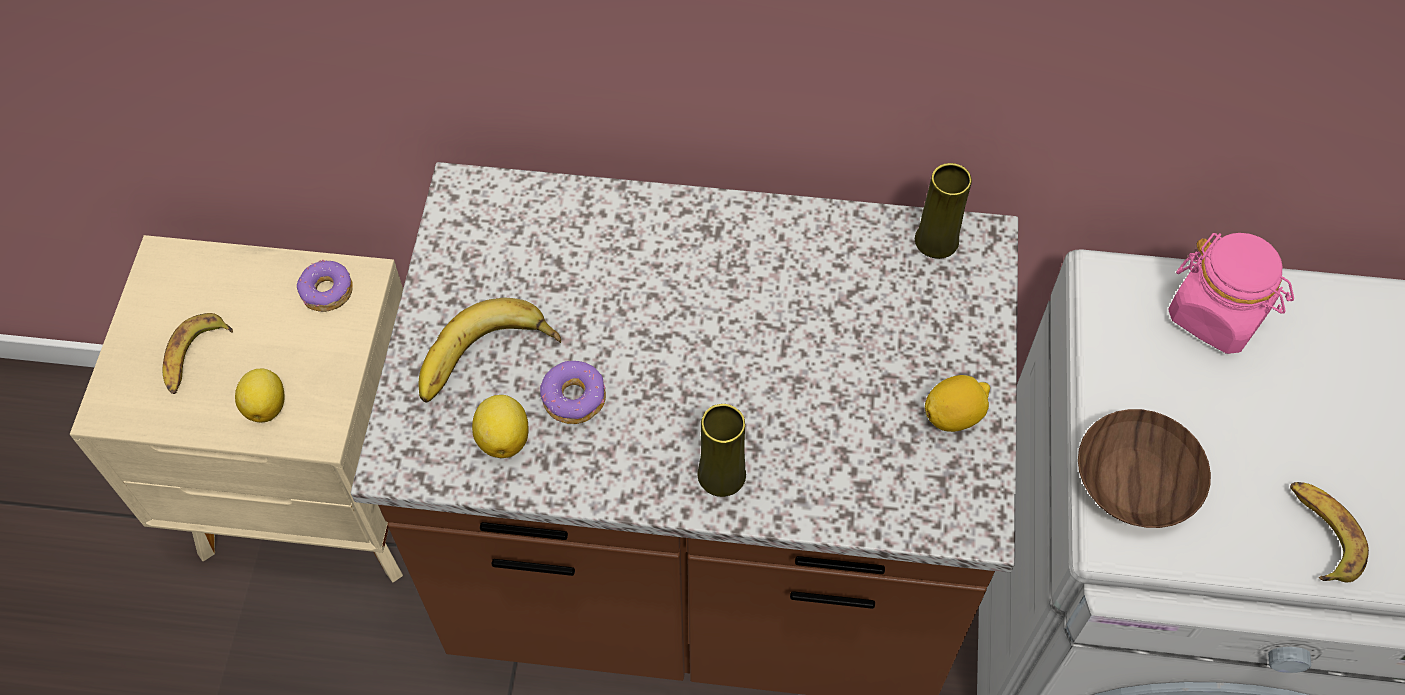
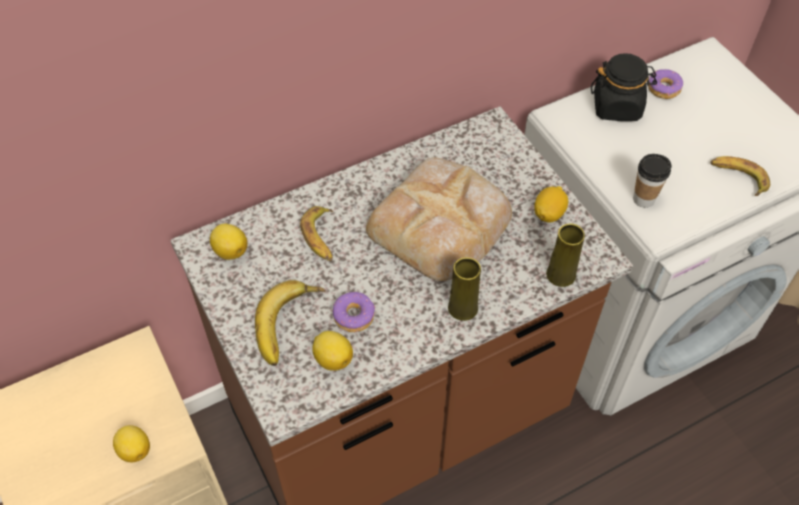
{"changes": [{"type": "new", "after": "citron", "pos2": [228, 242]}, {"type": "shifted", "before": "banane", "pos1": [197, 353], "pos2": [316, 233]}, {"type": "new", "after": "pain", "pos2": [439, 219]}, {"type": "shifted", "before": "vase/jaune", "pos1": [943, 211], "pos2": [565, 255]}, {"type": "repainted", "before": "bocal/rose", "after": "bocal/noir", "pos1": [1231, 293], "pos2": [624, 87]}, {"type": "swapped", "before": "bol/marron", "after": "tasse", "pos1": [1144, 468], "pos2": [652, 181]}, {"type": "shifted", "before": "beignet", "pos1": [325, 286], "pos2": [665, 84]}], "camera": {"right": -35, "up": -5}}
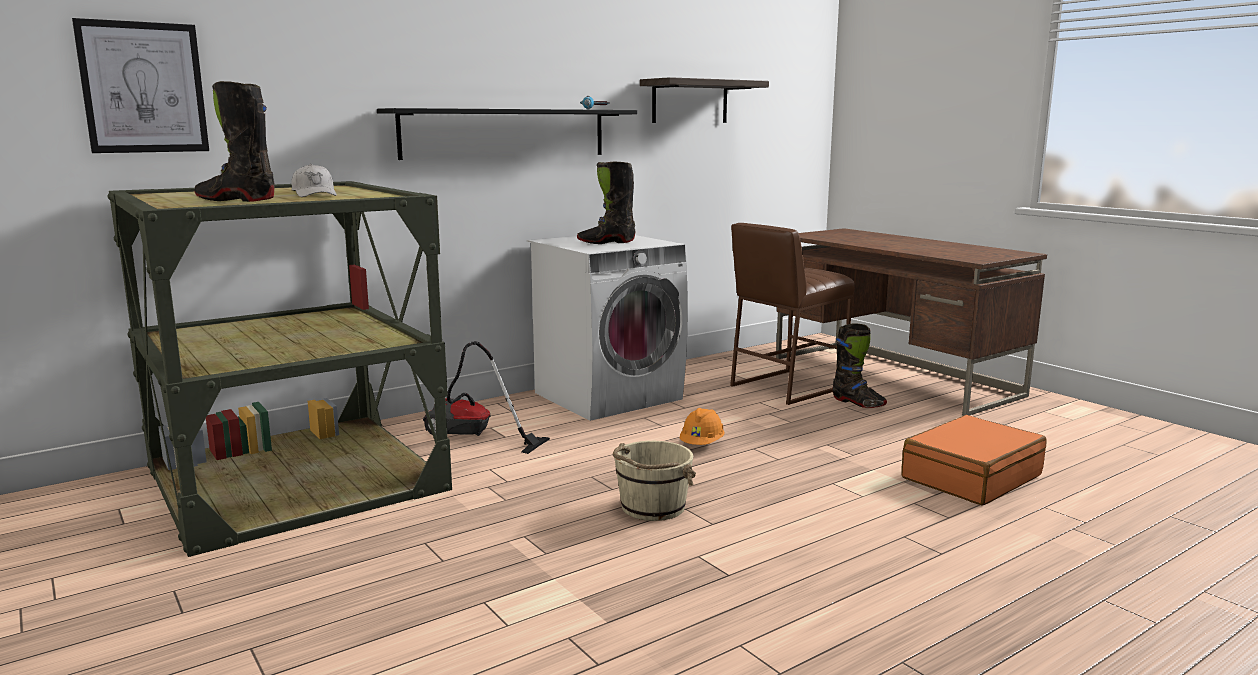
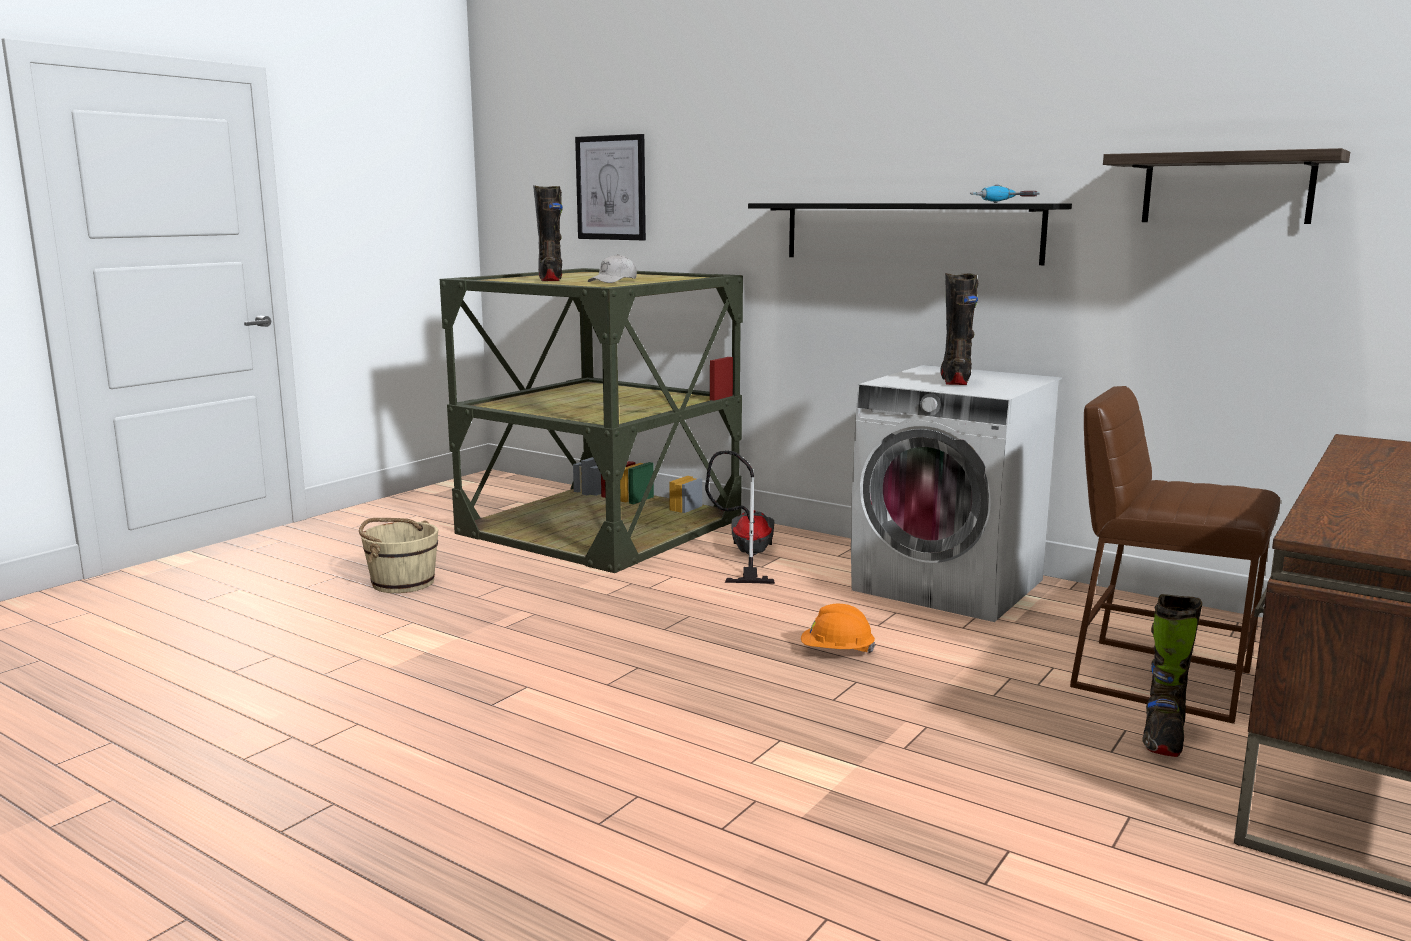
{"changes": [{"type": "shifted", "before": "seau/beige", "pos1": [654, 481], "pos2": [398, 555]}, {"type": "rotated", "before": "botte/noir", "pos1": [606, 203], "pos2": [959, 329], "turn": 45}, {"type": "gone", "before": "valise/orange", "pos1": [974, 460]}], "camera": {"right": 70, "up": 0}}
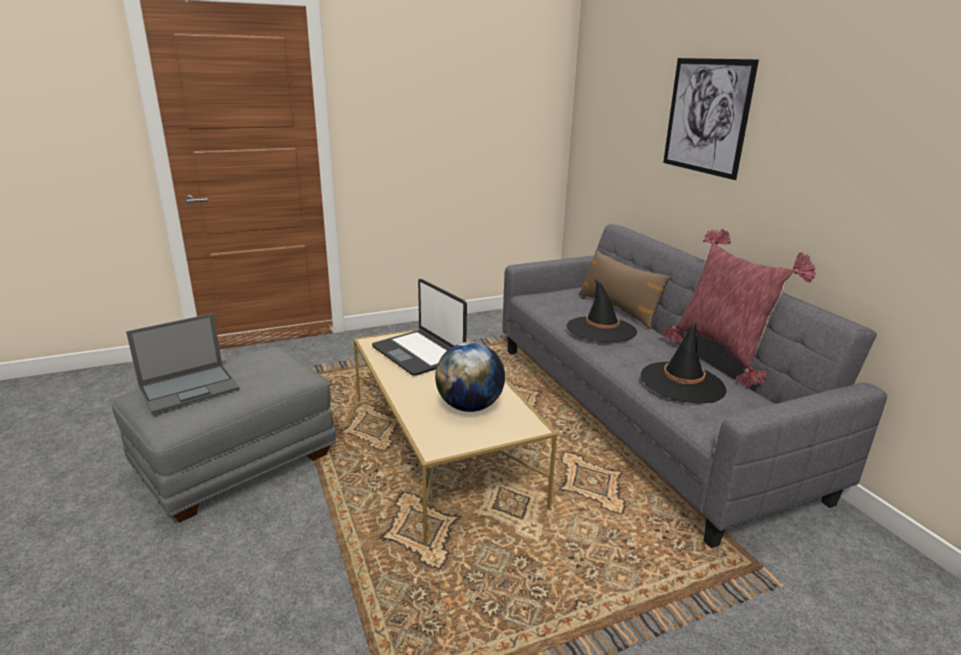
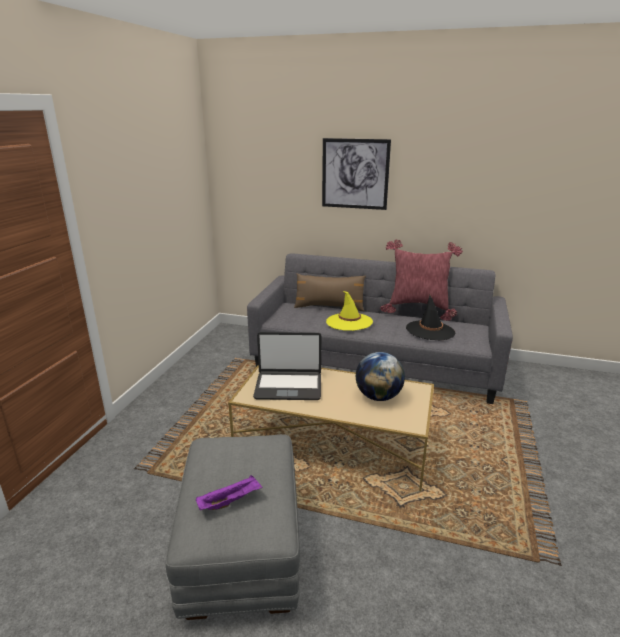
{"changes": [{"type": "swapped", "before": "ordinateur portable", "after": "plateau/violet", "pos1": [183, 363], "pos2": [229, 492]}, {"type": "repainted", "before": "chapeau/noir", "after": "chapeau/jaune", "pos1": [601, 310], "pos2": [349, 311]}], "camera": {"right": -50, "up": 0}}
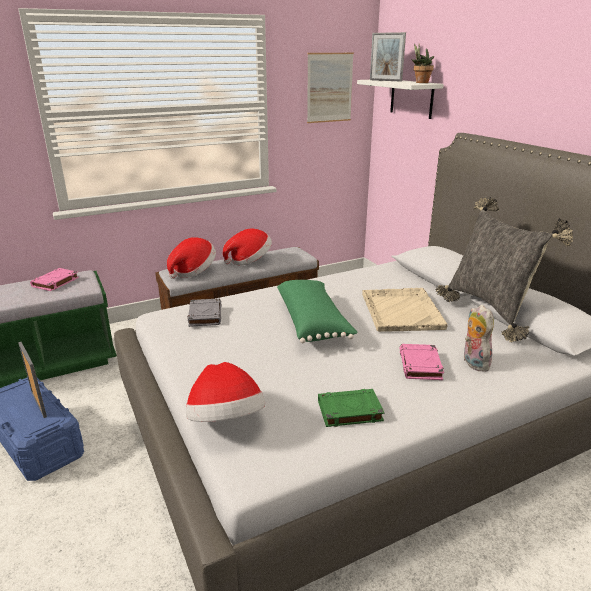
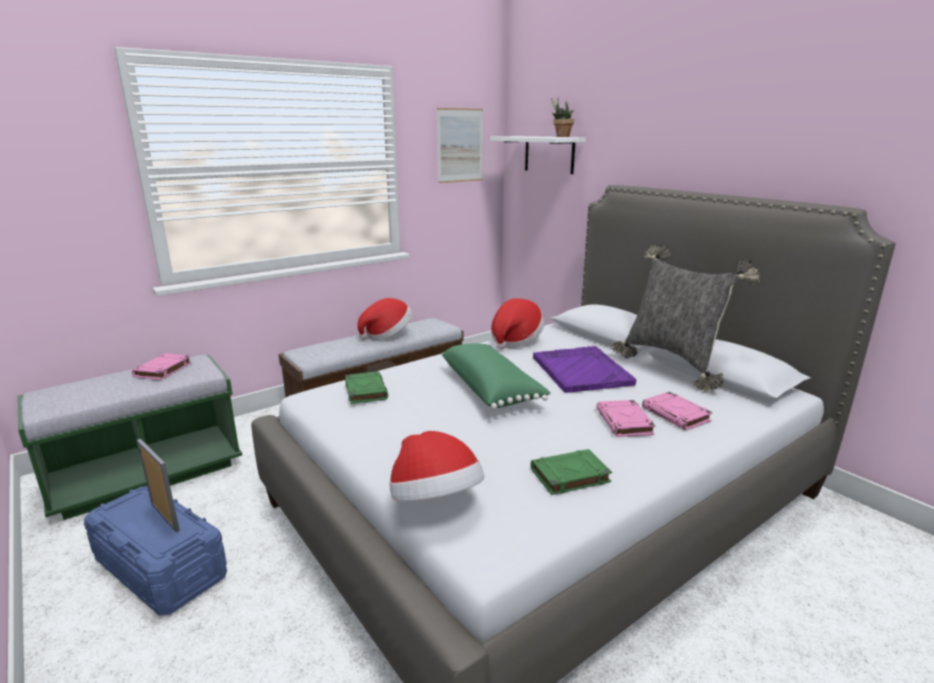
{"changes": [{"type": "repainted", "before": "livre/gris", "after": "livre/vert", "pos1": [205, 313], "pos2": [366, 387]}, {"type": "shifted", "before": "chapeau", "pos1": [191, 258], "pos2": [518, 323]}, {"type": "repainted", "before": "plateau/beige", "after": "plateau/violet", "pos1": [405, 310], "pos2": [584, 369]}, {"type": "swapped", "before": "peluche", "after": "livre/rose", "pos1": [479, 338], "pos2": [677, 411]}, {"type": "gone", "before": "cadre photo", "pos1": [388, 57]}], "camera": {"right": -10, "up": -5}}
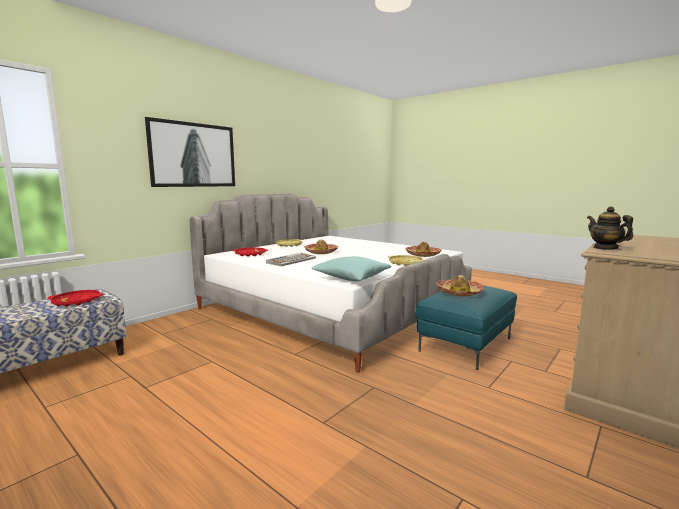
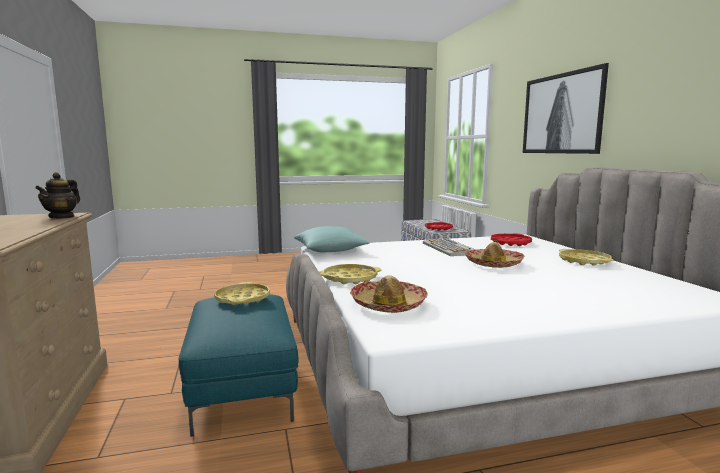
{"changes": [{"type": "rotated", "before": "théière", "pos1": [610, 228], "pos2": [57, 195], "turn": 90}, {"type": "swapped", "before": "chapeau", "after": "plateau/jaune", "pos1": [460, 286], "pos2": [242, 293]}], "camera": {"right": 125, "up": 0}}
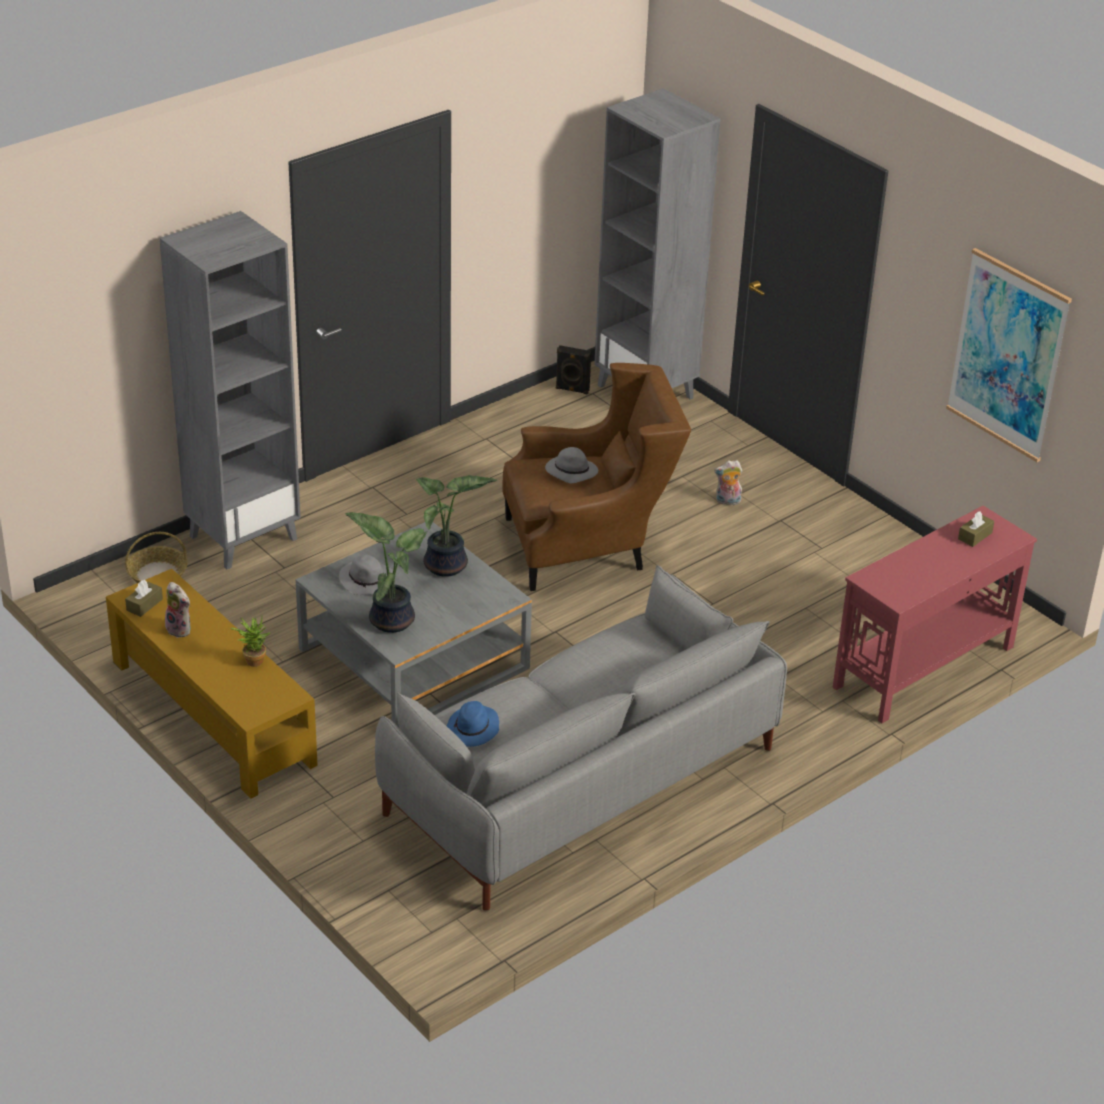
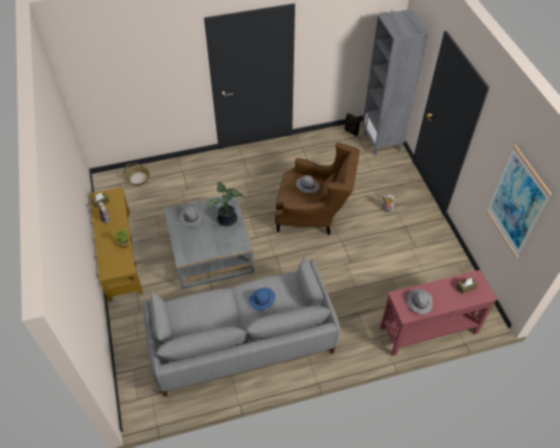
{"changes": [{"type": "shifted", "before": "chapeau/bleu", "pos1": [473, 724], "pos2": [262, 299]}, {"type": "new", "after": "chapeau/gris", "pos2": [420, 301]}, {"type": "gone", "before": "bibliothèque/gris", "pos1": [230, 390]}, {"type": "gone", "before": "plante en pot", "pos1": [386, 572]}], "camera": {"right": 25, "up": 15}}
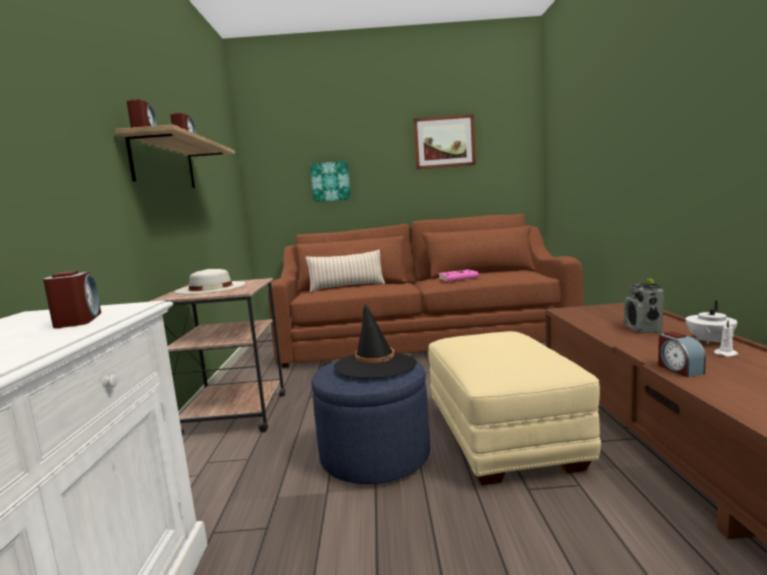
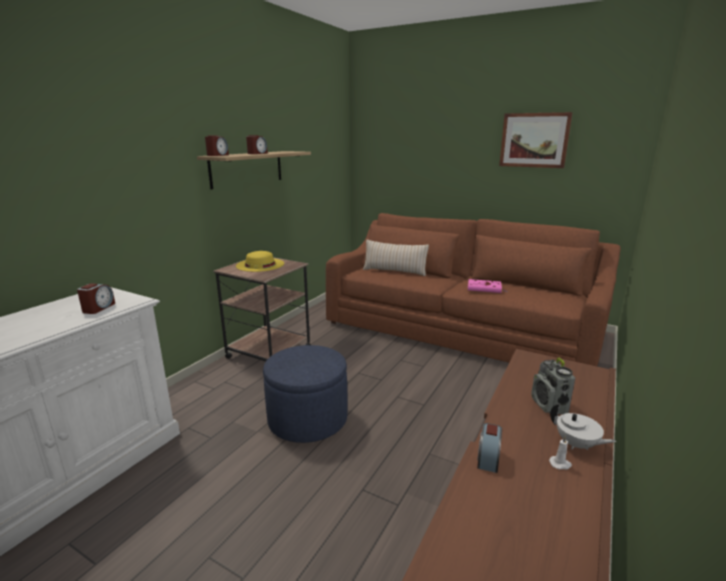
{"changes": [{"type": "repainted", "before": "chapeau/blanc", "after": "chapeau/jaune", "pos1": [210, 281], "pos2": [260, 261]}, {"type": "rotated", "before": "radio", "pos1": [644, 305], "pos2": [553, 385], "turn": -45}, {"type": "rotated", "before": "théière/blanc", "pos1": [711, 322], "pos2": [583, 426], "turn": -120}, {"type": "gone", "before": "tableau", "pos1": [330, 181]}, {"type": "gone", "before": "chapeau/noir", "pos1": [375, 340]}, {"type": "gone", "before": "pouf/beige", "pos1": [514, 408]}], "camera": {"right": 30, "up": 10}}
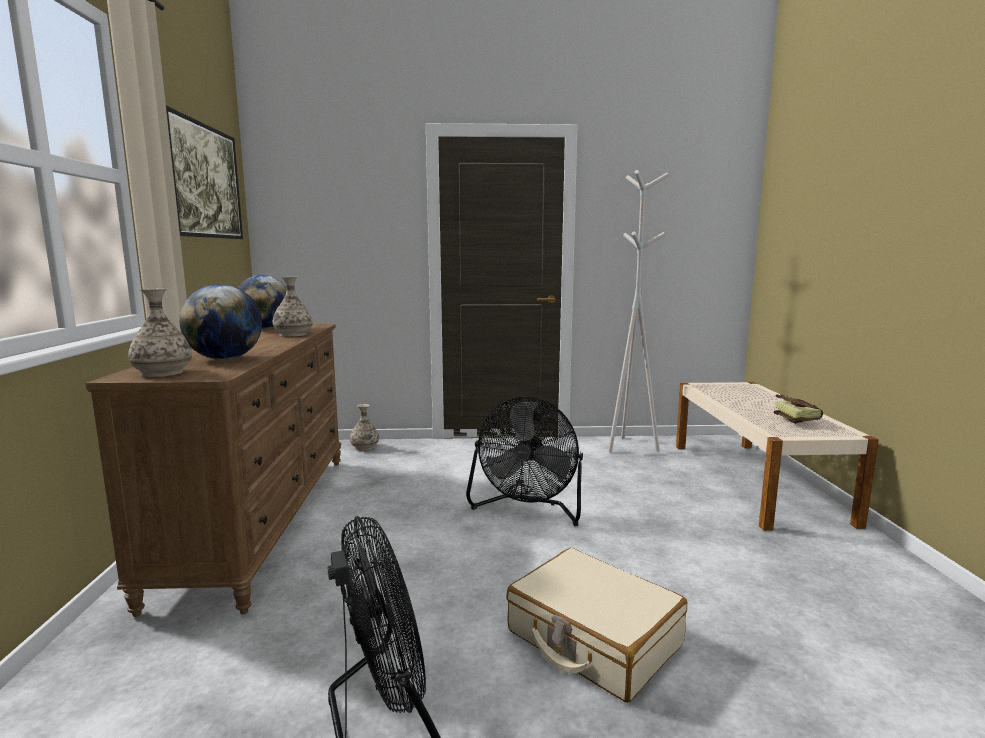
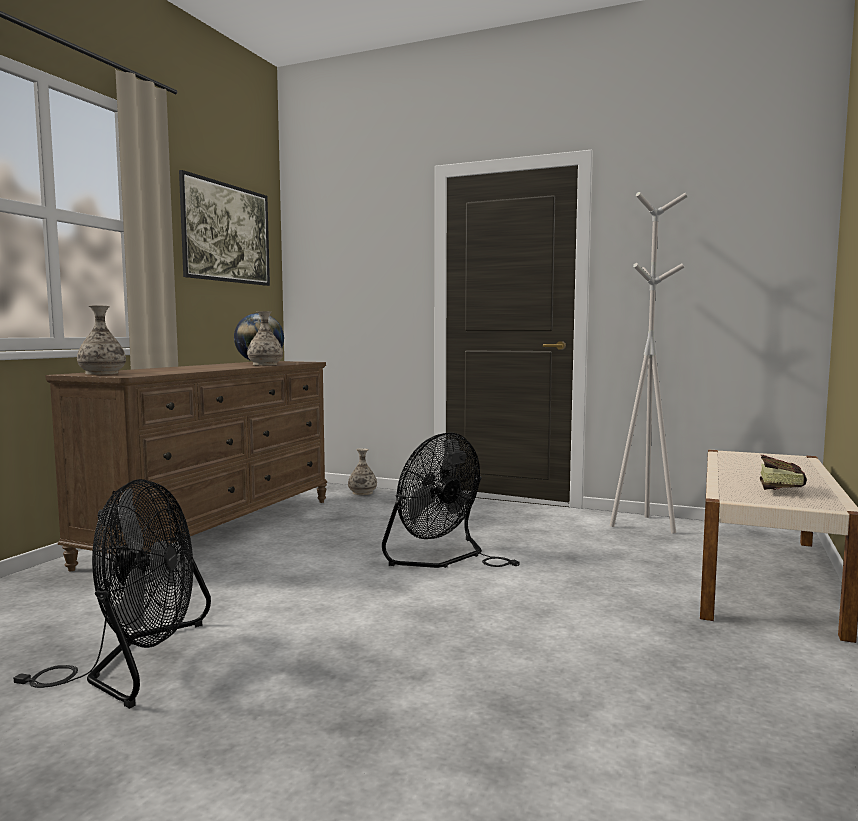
{"changes": [{"type": "rotated", "before": "ventilateur/noir", "pos1": [524, 461], "pos2": [451, 500], "turn": 90}, {"type": "gone", "before": "globe", "pos1": [220, 322]}, {"type": "gone", "before": "valise/beige", "pos1": [596, 625]}], "camera": {"right": 25, "up": -5}}
